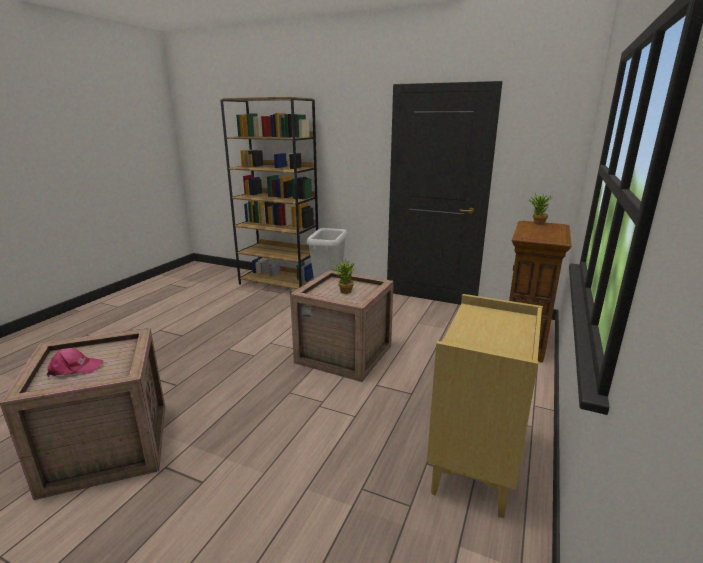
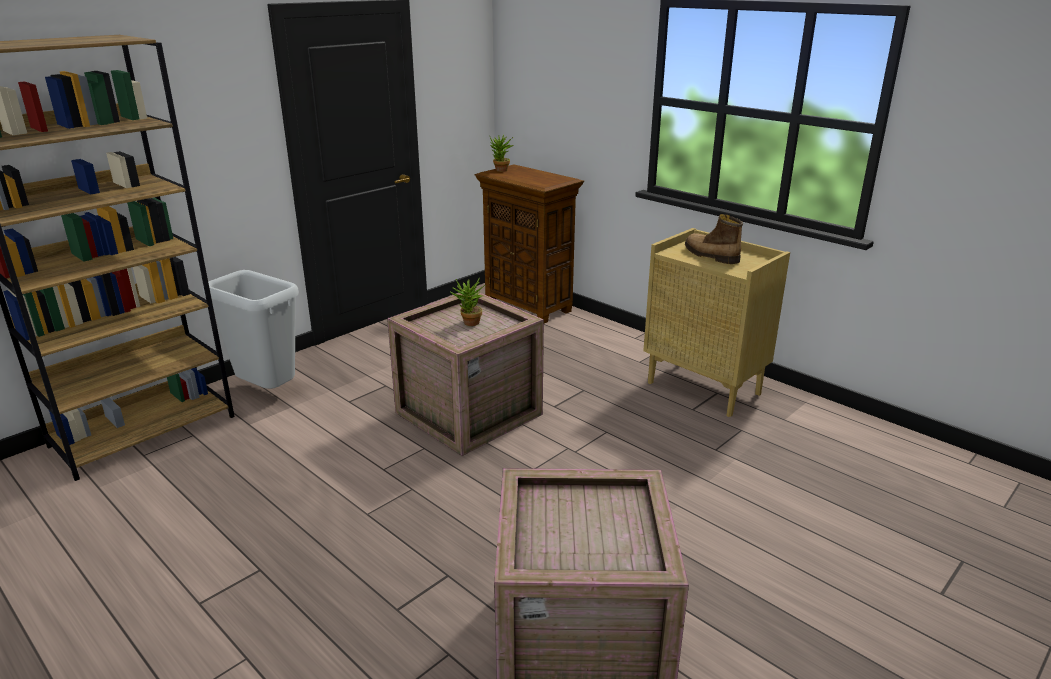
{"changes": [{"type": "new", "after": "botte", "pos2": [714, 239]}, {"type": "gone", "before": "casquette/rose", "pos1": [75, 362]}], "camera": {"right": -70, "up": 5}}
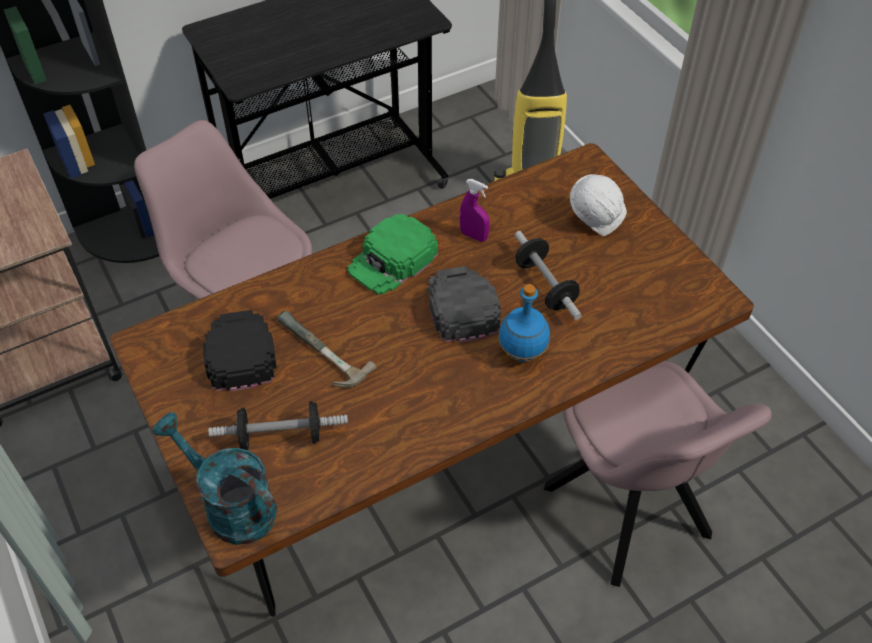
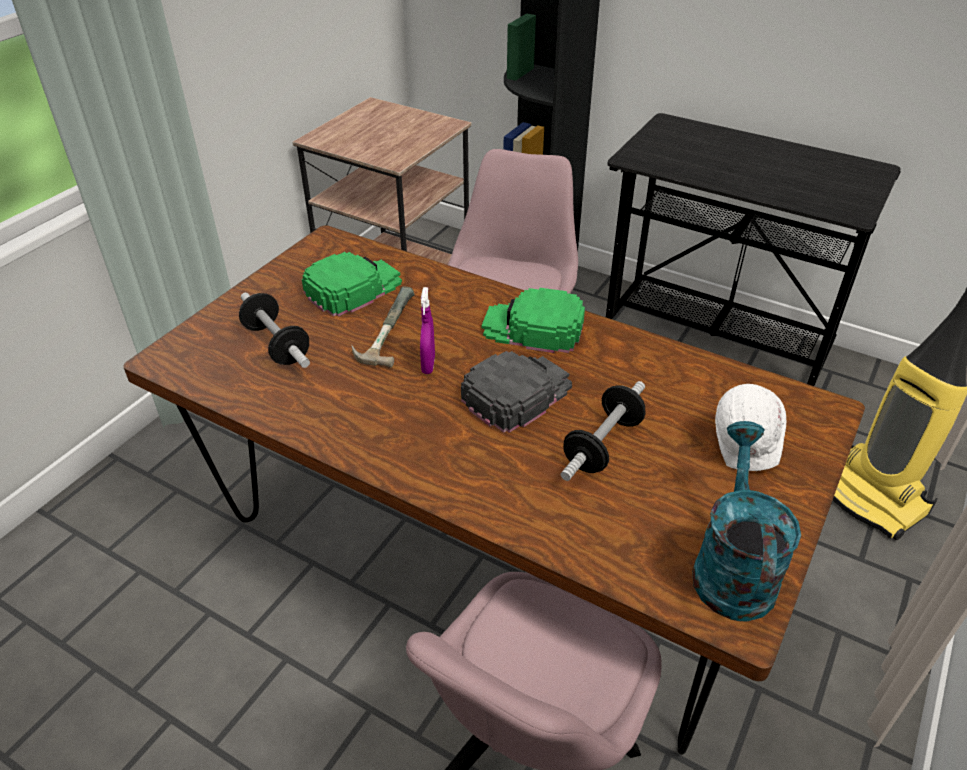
{"changes": [{"type": "repainted", "before": "casquette/noir", "after": "casquette/vert", "pos1": [240, 351], "pos2": [352, 284]}, {"type": "shifted", "before": "vaporisateur/violet", "pos1": [474, 210], "pos2": [427, 330]}, {"type": "shifted", "before": "arrosoir/turquoise", "pos1": [215, 478], "pos2": [746, 521]}, {"type": "gone", "before": "bouteille/bleu", "pos1": [524, 323]}], "camera": {"right": 60, "up": -10}}
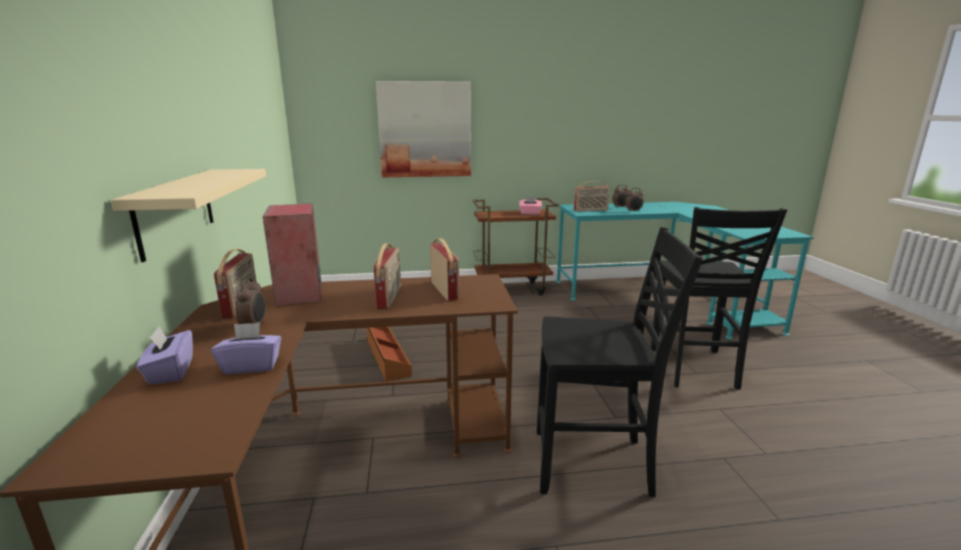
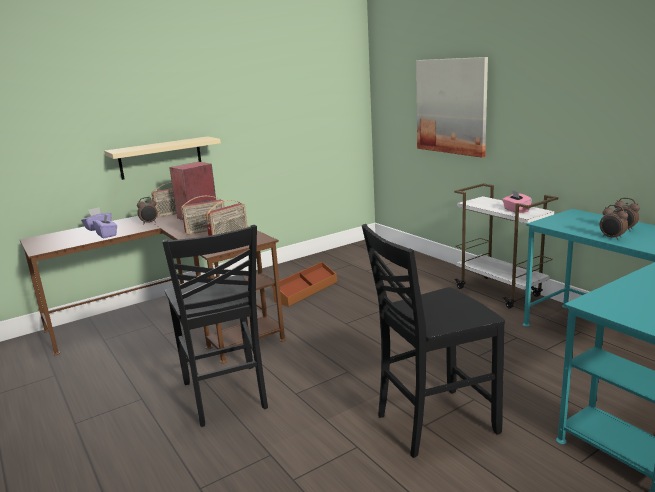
{"changes": [{"type": "repainted", "before": "chariot/marron", "after": "chariot/blanc", "pos1": [516, 247], "pos2": [506, 245]}, {"type": "gone", "before": "radio", "pos1": [592, 196]}], "camera": {"right": 65, "up": 0}}
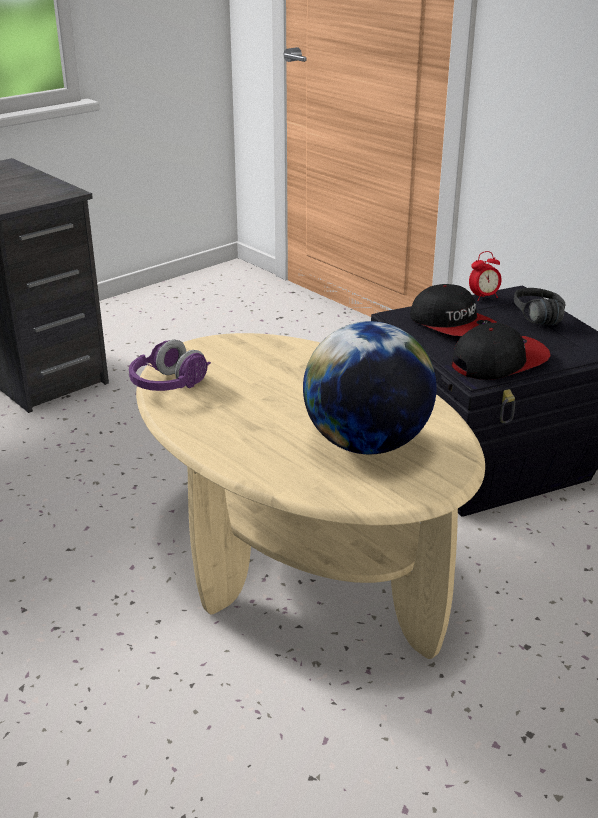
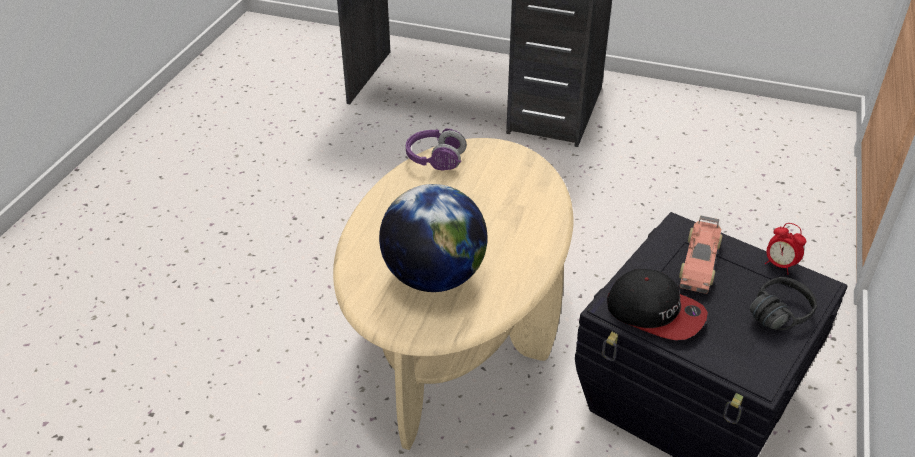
{"changes": [{"type": "swapped", "before": "casquette", "after": "petite voiture", "pos1": [453, 310], "pos2": [700, 255]}], "camera": {"right": 60, "up": 10}}
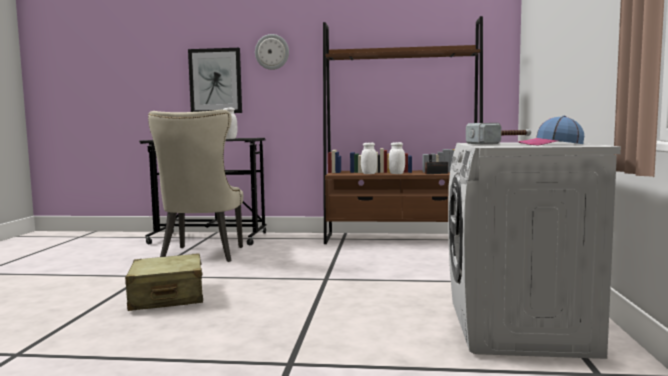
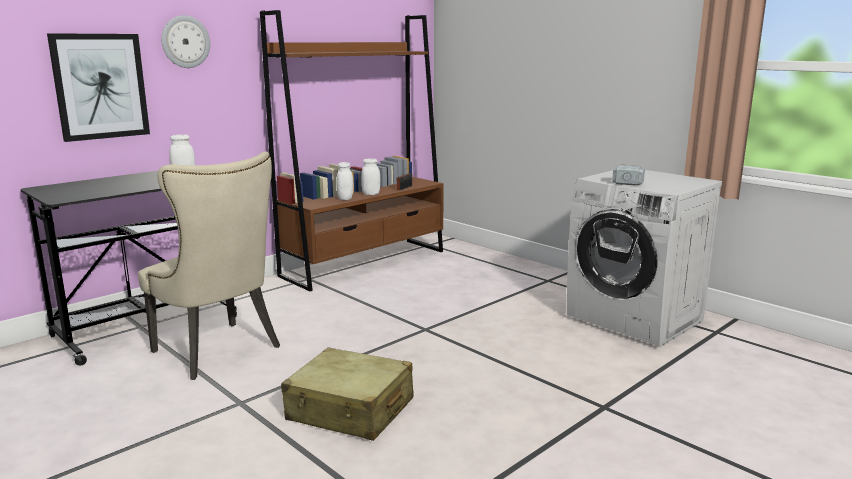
{"changes": [{"type": "gone", "before": "casquette", "pos1": [551, 131]}], "camera": {"right": -50, "up": 10}}
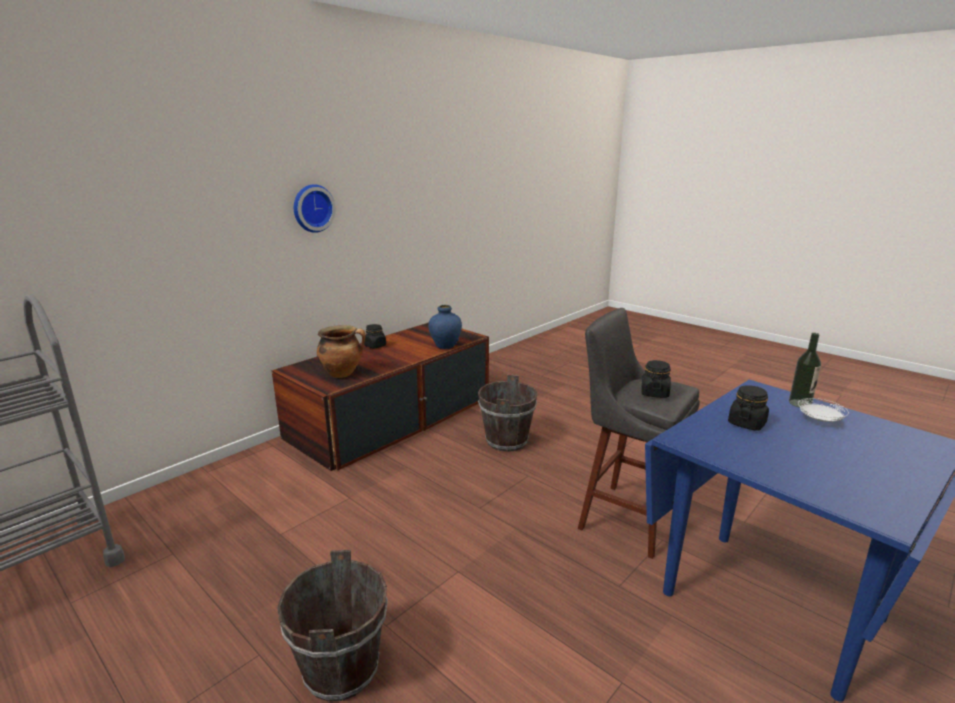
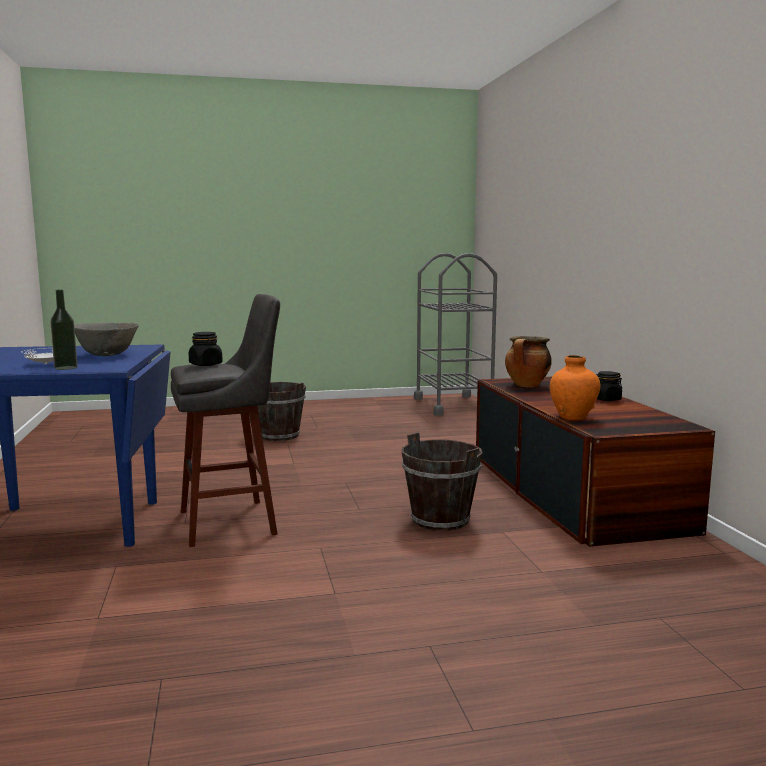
{"changes": [{"type": "swapped", "before": "bocal/noir", "after": "bol/gris", "pos1": [748, 408], "pos2": [106, 339]}, {"type": "repainted", "before": "vase/bleu", "after": "vase/orange", "pos1": [445, 327], "pos2": [575, 387]}, {"type": "gone", "before": "horloge murale", "pos1": [315, 208]}], "camera": {"right": 125, "up": -10}}
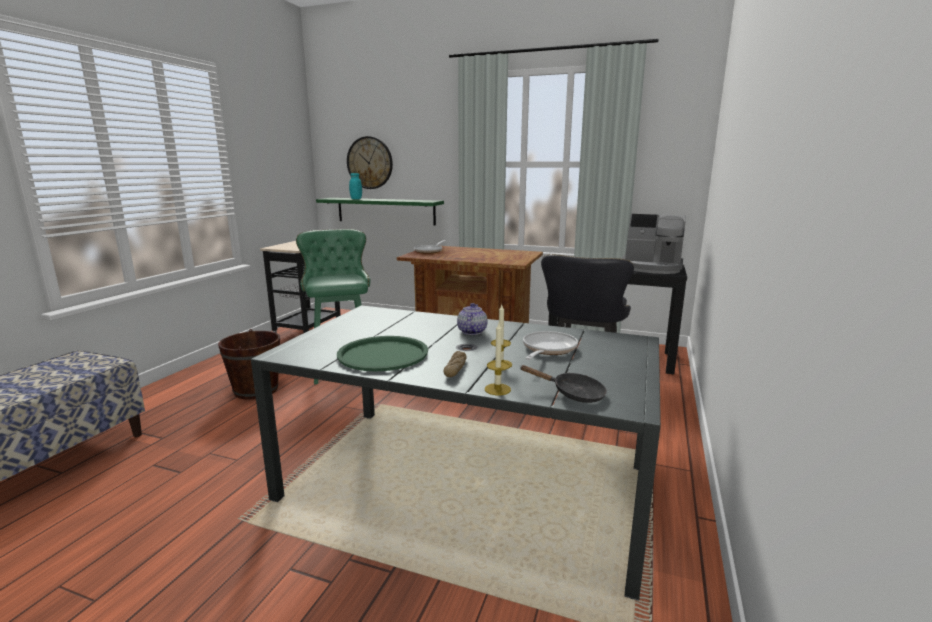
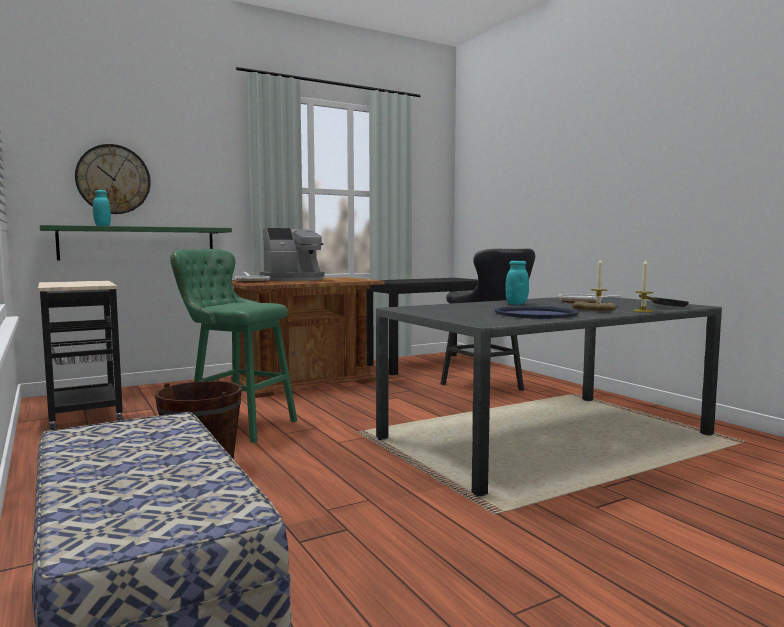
{"changes": [{"type": "shifted", "before": "machine à café", "pos1": [654, 243], "pos2": [292, 254]}, {"type": "repainted", "before": "plateau/vert", "after": "plateau/bleu", "pos1": [382, 353], "pos2": [537, 312]}, {"type": "swapped", "before": "théière", "after": "bocal/turquoise", "pos1": [472, 319], "pos2": [517, 283]}], "camera": {"right": -50, "up": -10}}
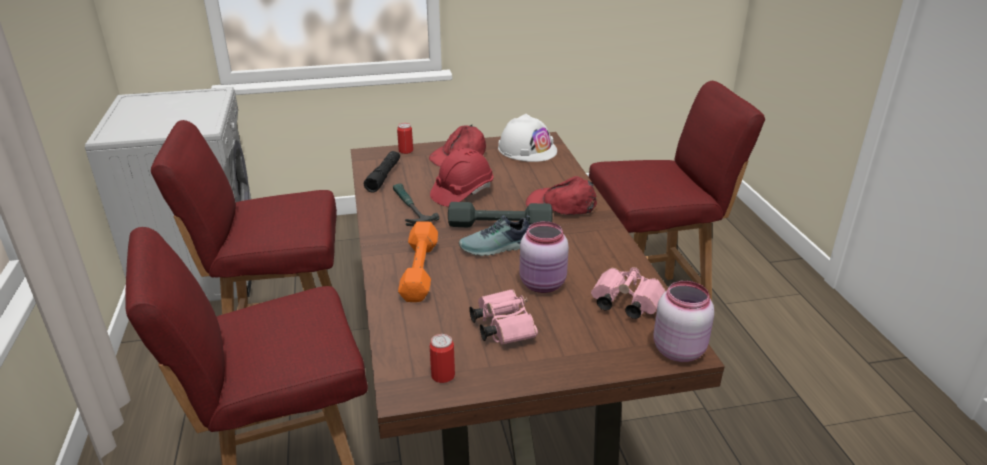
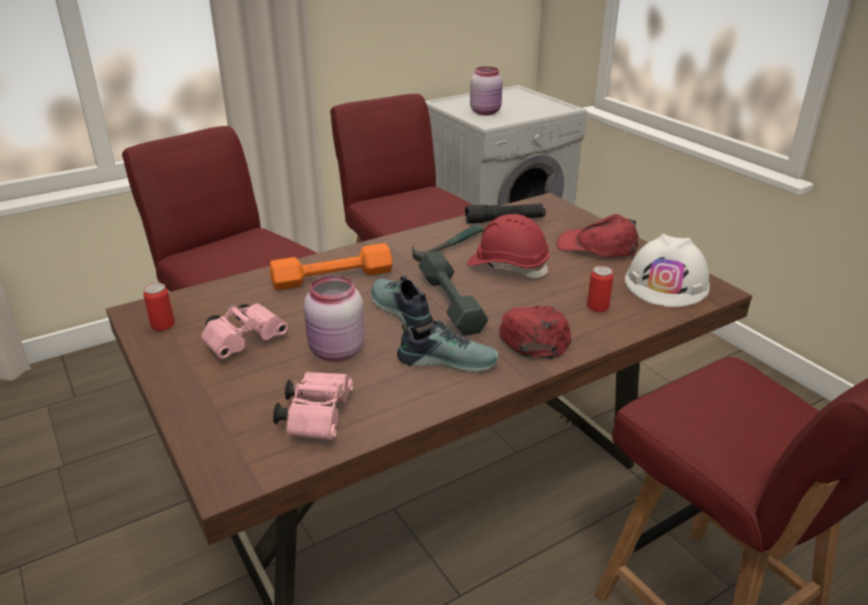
{"changes": [{"type": "new", "after": "chaussure", "pos2": [448, 346]}, {"type": "shifted", "before": "bocal/rose", "pos1": [683, 321], "pos2": [486, 90]}, {"type": "shifted", "before": "boîte métallique", "pos1": [405, 138], "pos2": [600, 289]}], "camera": {"right": 70, "up": 0}}
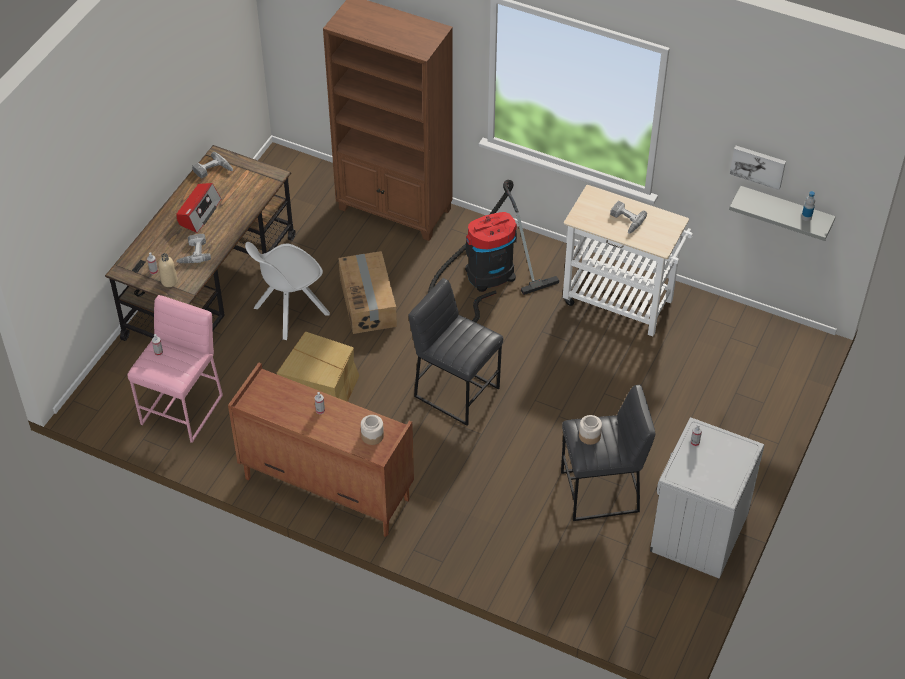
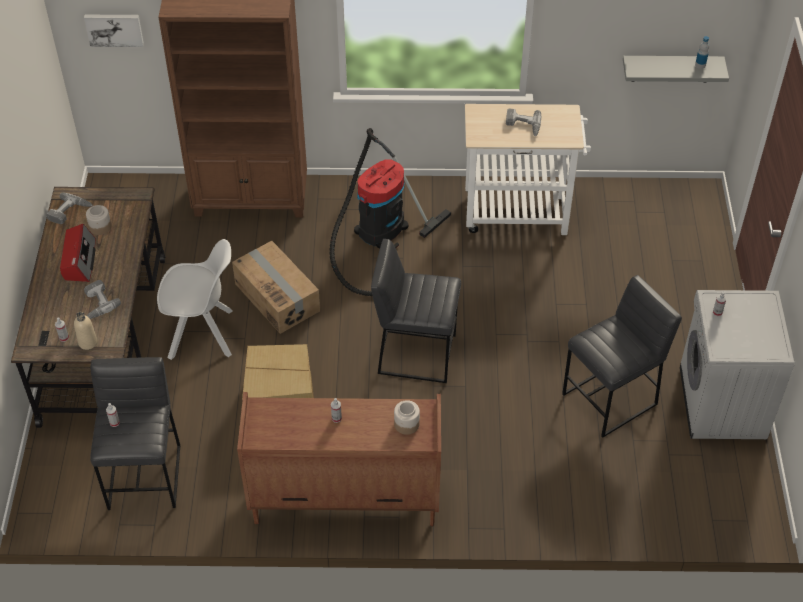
{"changes": [{"type": "shifted", "before": "tableau", "pos1": [758, 168], "pos2": [114, 31]}, {"type": "shifted", "before": "bocal", "pos1": [590, 430], "pos2": [98, 220]}, {"type": "repainted", "before": "tabouret/rose", "after": "tabouret/gris", "pos1": [175, 369], "pos2": [135, 433]}, {"type": "rotated", "before": "chaise/blanc", "pos1": [287, 291], "pos2": [195, 299], "turn": -120}], "camera": {"right": -25, "up": 0}}
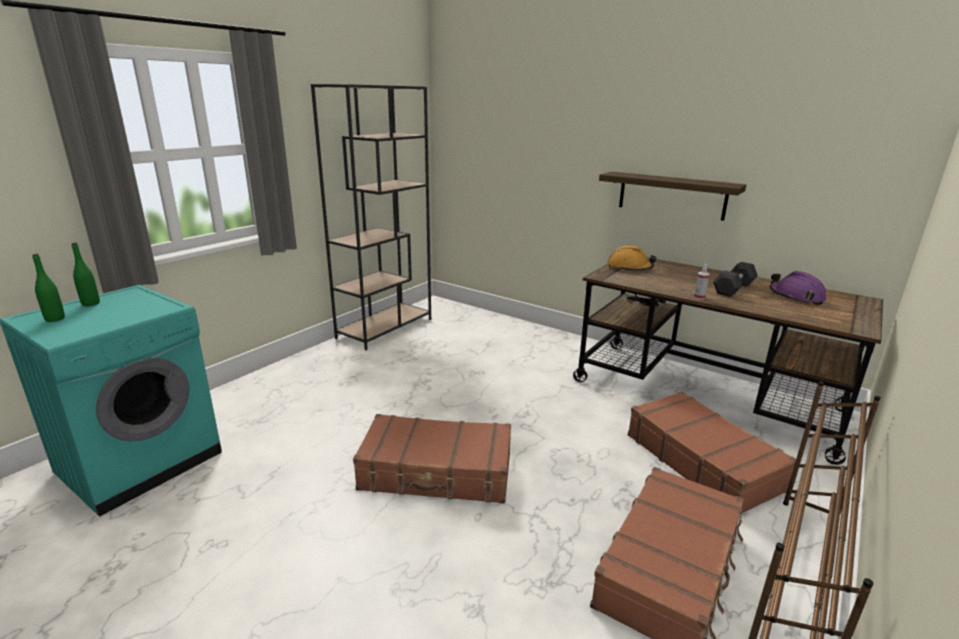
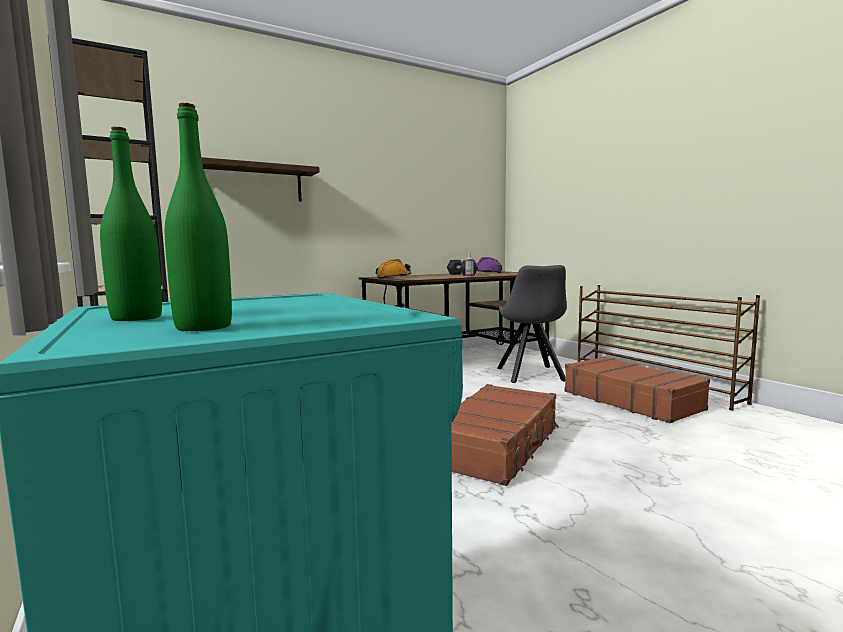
{"changes": [{"type": "shifted", "before": "étagère", "pos1": [672, 196], "pos2": [260, 179]}, {"type": "swapped", "before": "valise/marron", "after": "chaise/gris", "pos1": [712, 452], "pos2": [532, 324]}], "camera": {"right": -65, "up": -15}}
